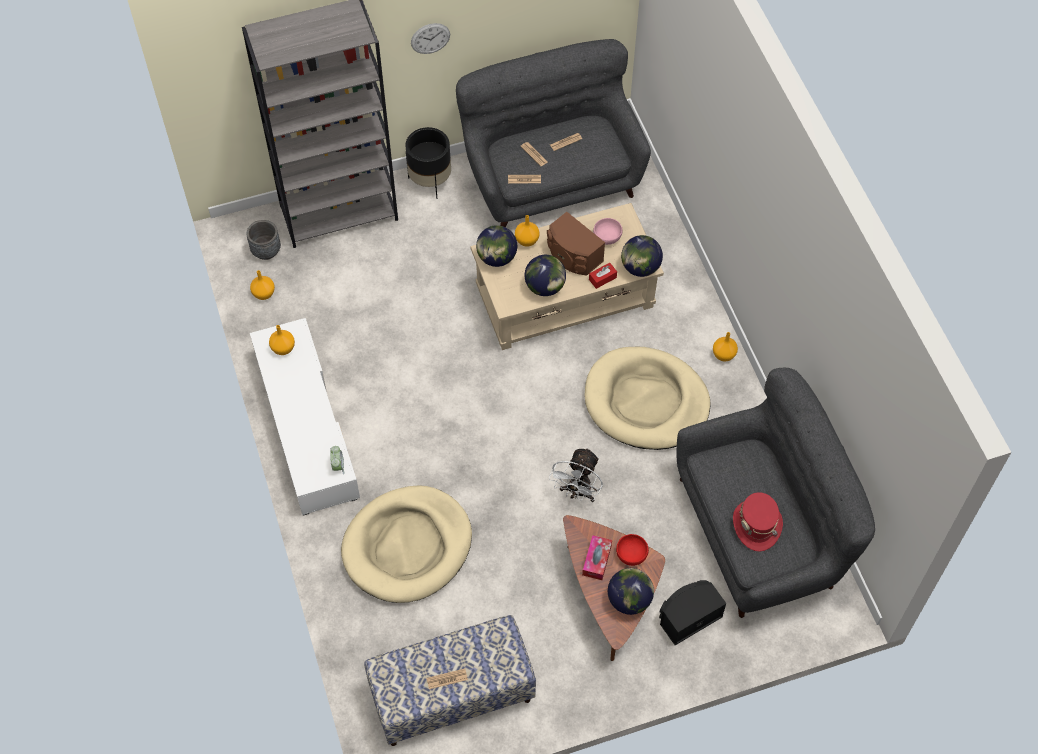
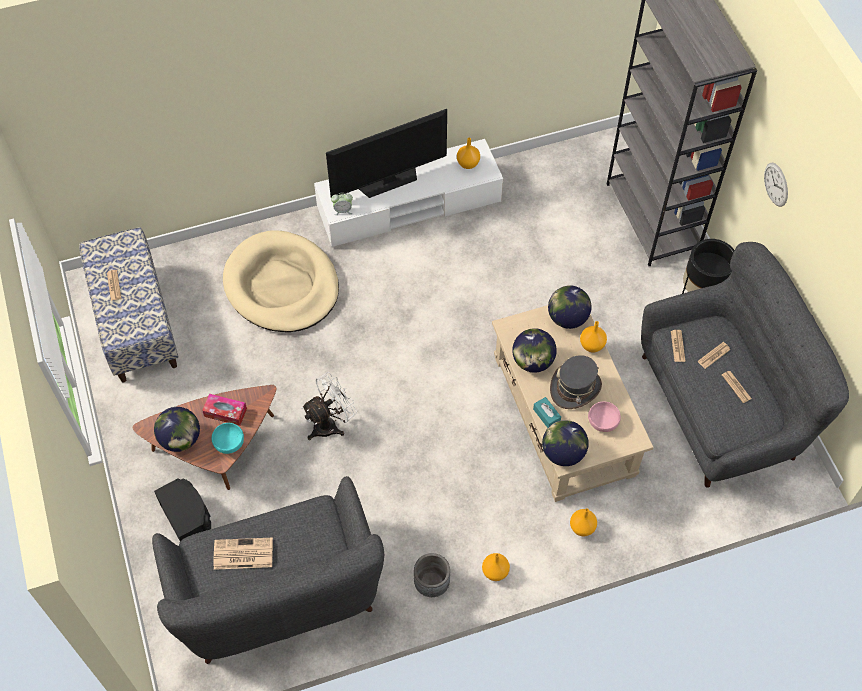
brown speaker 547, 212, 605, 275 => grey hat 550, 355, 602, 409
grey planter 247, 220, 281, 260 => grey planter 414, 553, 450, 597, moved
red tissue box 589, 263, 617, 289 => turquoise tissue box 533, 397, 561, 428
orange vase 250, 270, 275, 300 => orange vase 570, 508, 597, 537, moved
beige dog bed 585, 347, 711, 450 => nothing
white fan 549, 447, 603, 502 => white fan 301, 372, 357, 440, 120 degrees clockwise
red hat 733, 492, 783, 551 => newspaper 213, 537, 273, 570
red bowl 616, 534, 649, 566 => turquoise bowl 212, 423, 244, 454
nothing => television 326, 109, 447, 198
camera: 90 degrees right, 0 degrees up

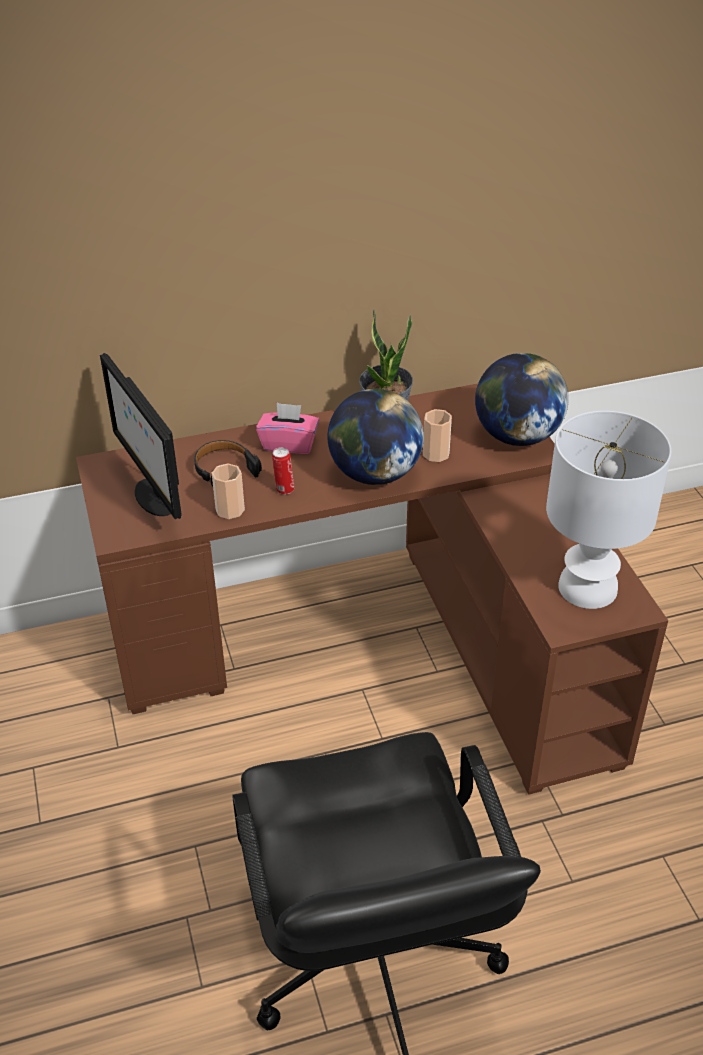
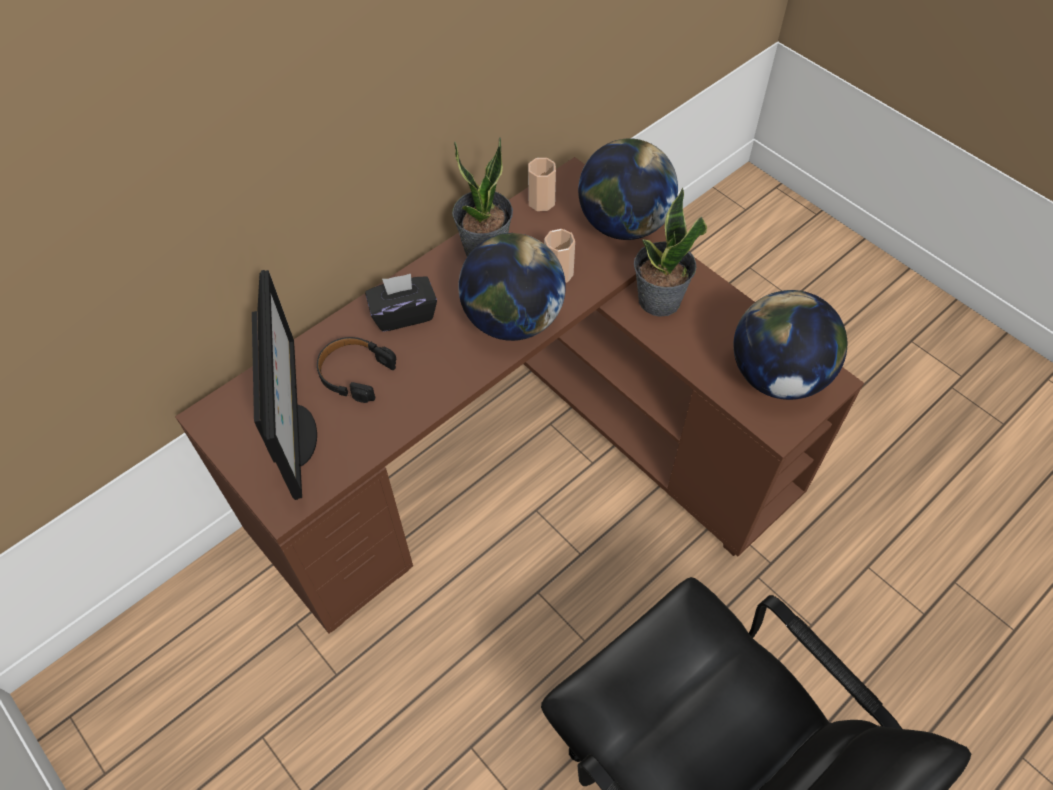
monitor 100, 353, 182, 519 => monitor 252, 270, 317, 500, 135 degrees counterclockwise
pink tissue box 256, 403, 319, 454 => black tissue box 365, 274, 437, 332
white table lamp 546, 411, 671, 609 => globe 733, 290, 847, 400
can 272, 447, 294, 495 => nothing
cup 212, 463, 245, 519 => cup 528, 158, 556, 211, moved
nothing => potted plant 634, 188, 707, 317
camera: 25 degrees left, 15 degrees up

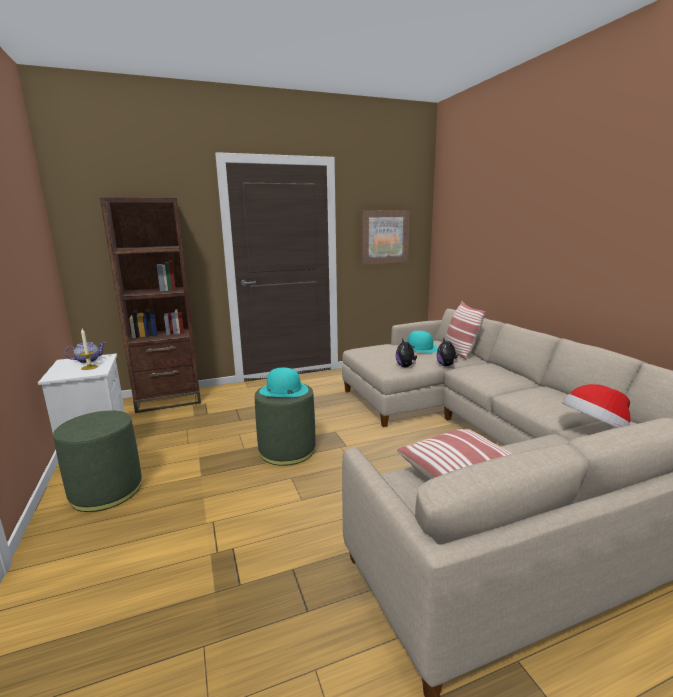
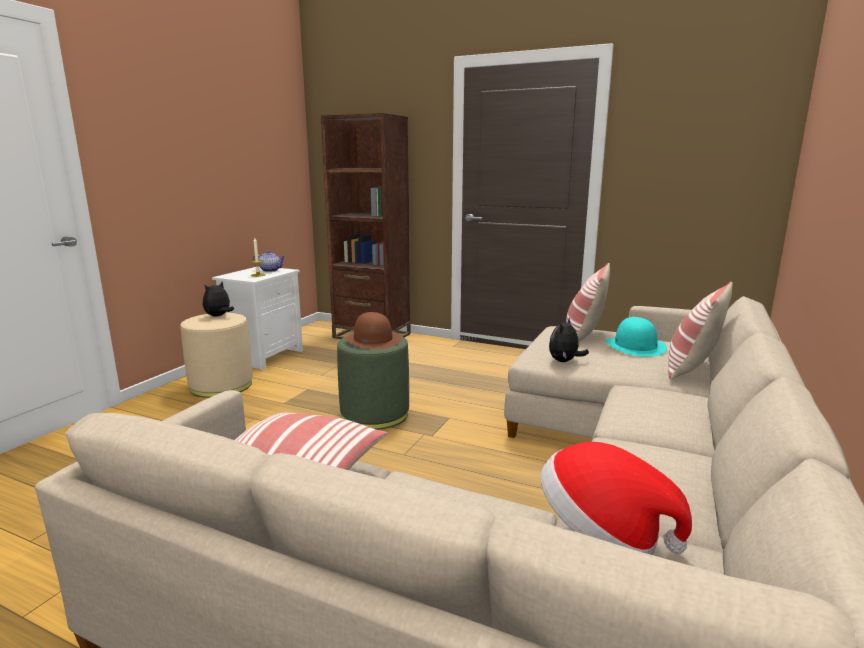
picture 361, 210, 410, 265 => nothing
plush toy 437, 338, 458, 366 => plush toy 203, 282, 234, 317, moved
turquoise hat 259, 368, 309, 397 => brown hat 345, 312, 401, 349
green ottoman 53, 411, 142, 512 => beige ottoman 180, 313, 253, 398
nothing => pillow 566, 263, 610, 342
camera: 45 degrees right, 0 degrees up

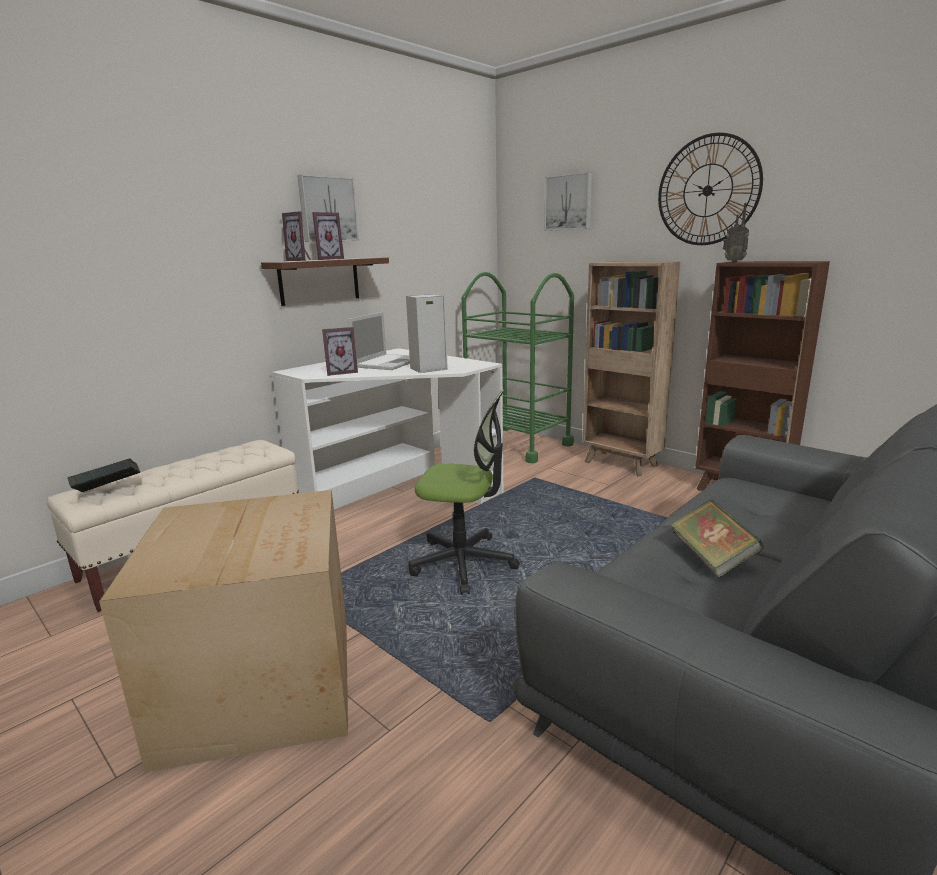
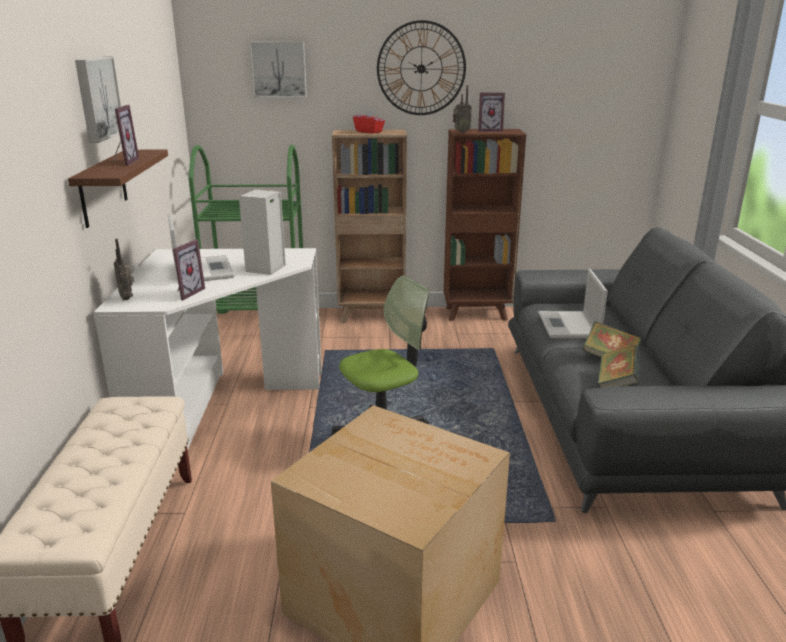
picture frame 282, 211, 311, 261 => picture frame 478, 92, 505, 132, moved
book 67, 459, 140, 492 => book 598, 345, 640, 388, moved
nothing => red tissue box 353, 109, 385, 133
nothing => radio 114, 239, 134, 301
nothing => laptop 538, 269, 608, 338
camera: 45 degrees left, 5 degrees up

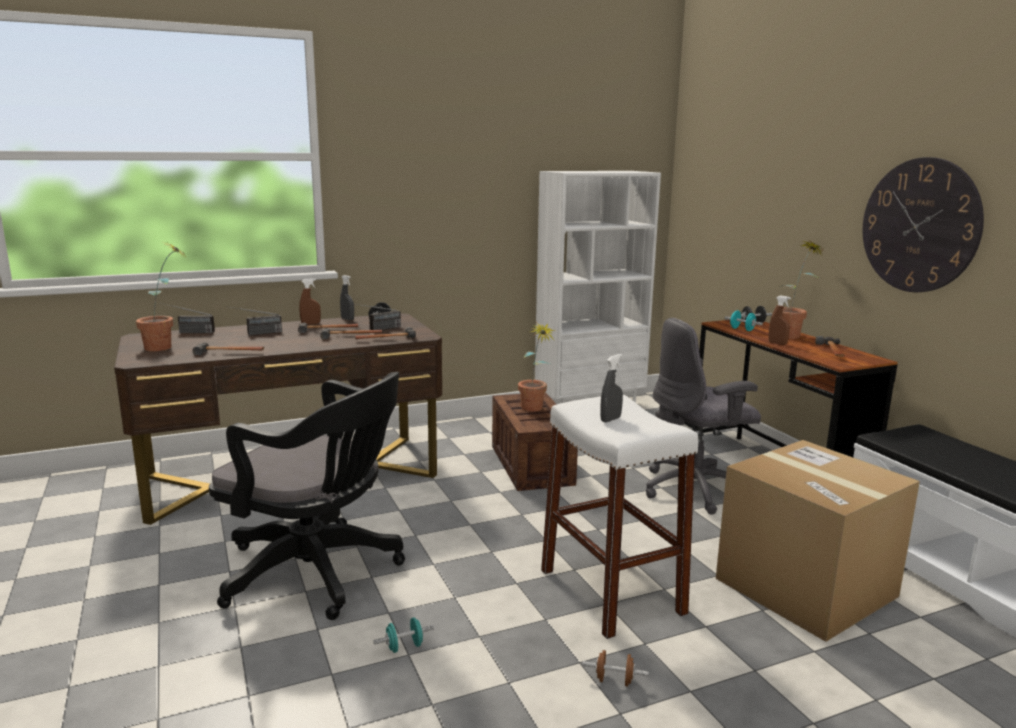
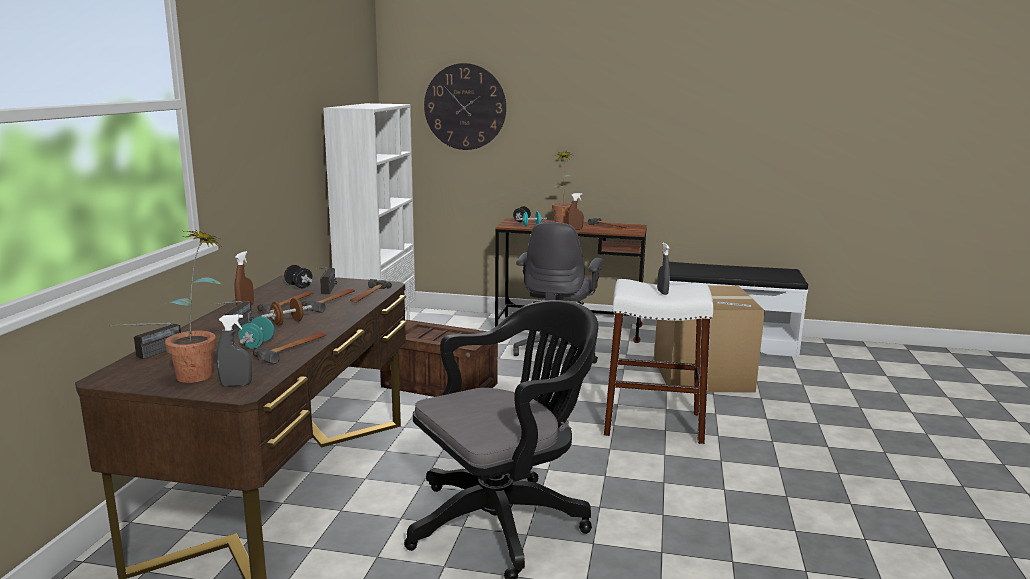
wall clock 863, 157, 984, 292 => wall clock 424, 63, 506, 150, moved
grey spray bottle 340, 275, 354, 320 => grey spray bottle 216, 314, 252, 386, moved
potted plant 518, 322, 556, 411 => nothing
turquoise dumbbell 373, 617, 434, 653 => turquoise dumbbell 238, 316, 275, 349, moved
brown dumbbell 582, 650, 649, 687 => brown dumbbell 261, 298, 312, 326, moved
camera: 55 degrees left, 0 degrees up

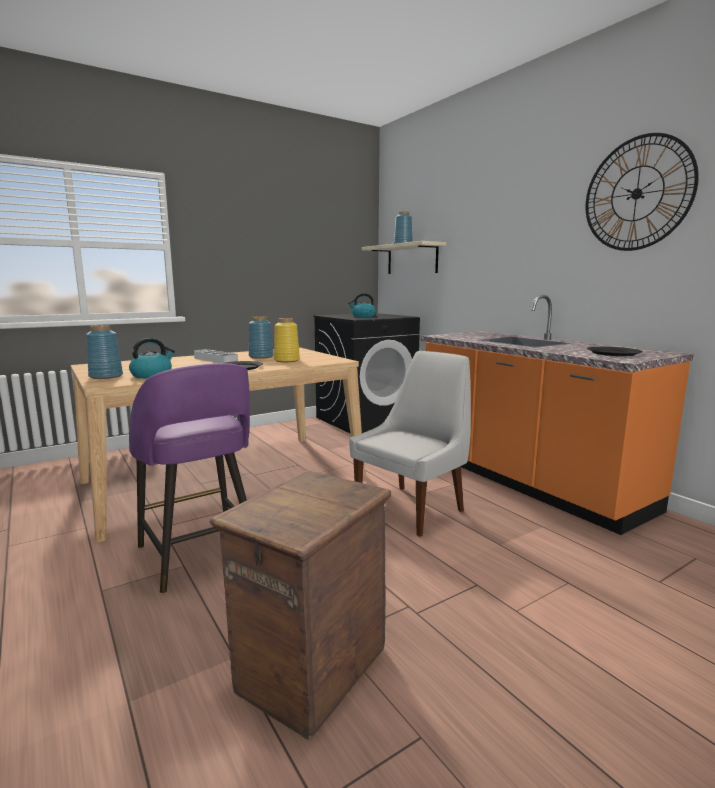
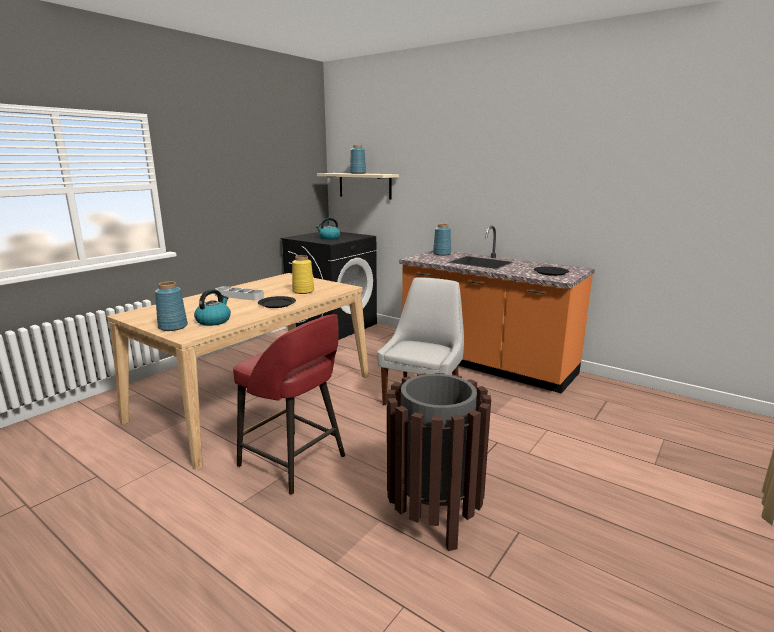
wall clock 585, 133, 699, 251 => nothing
blue vase 249, 316, 273, 359 => blue vase 433, 224, 451, 256, moved
purple stool 129, 363, 250, 594 => red stool 233, 314, 345, 495
crate 210, 471, 391, 740 => brown trash can 387, 373, 491, 551
camera: 20 degrees left, 5 degrees up

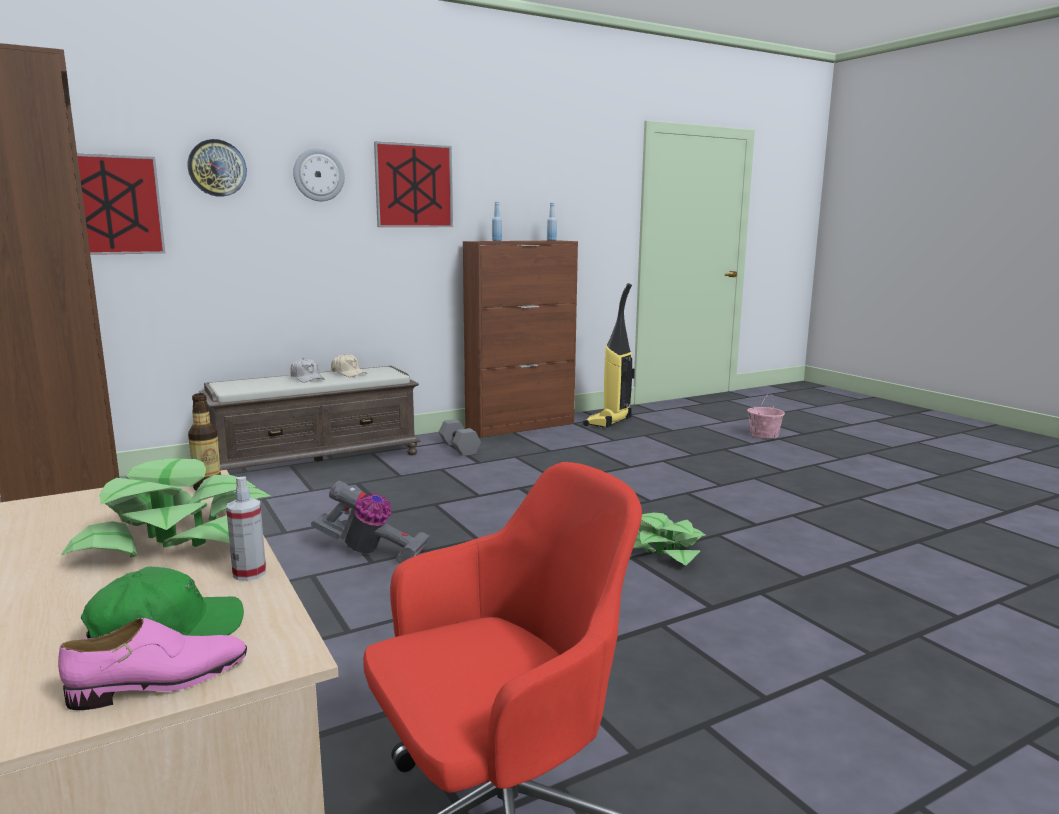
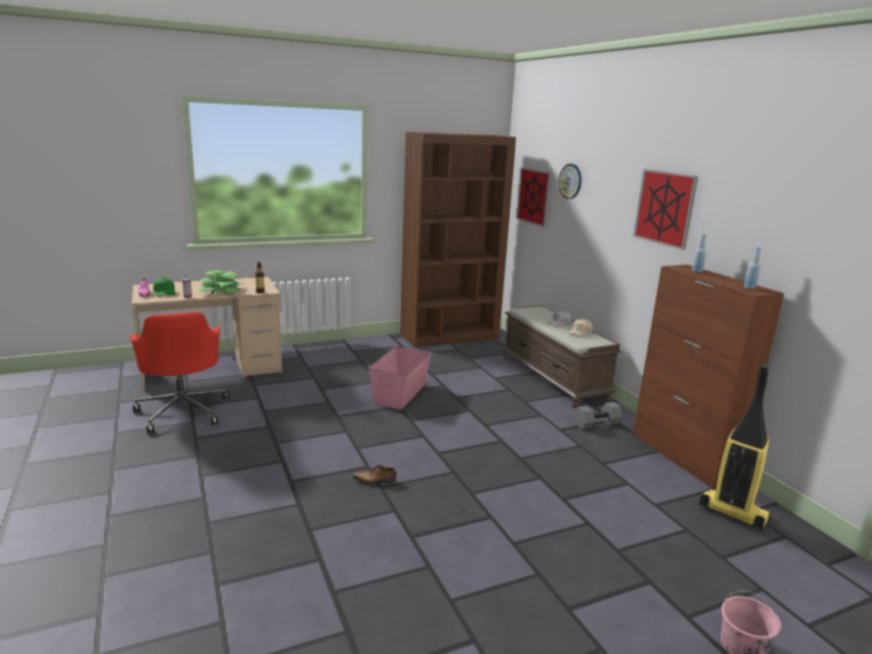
wall clock 293, 148, 345, 201 => nothing
vacuum cleaner 311, 480, 430, 564 => pink storage box 369, 346, 431, 410
potted plant 633, 513, 705, 565 => shoe 353, 465, 396, 484
camera: 95 degrees right, 5 degrees up

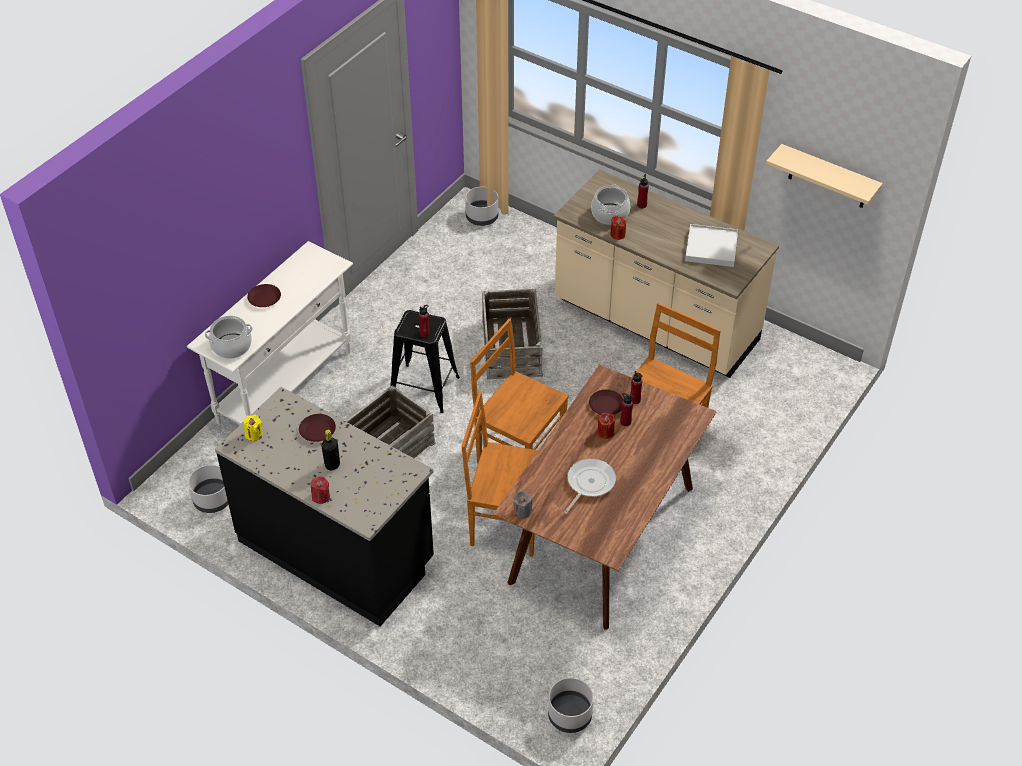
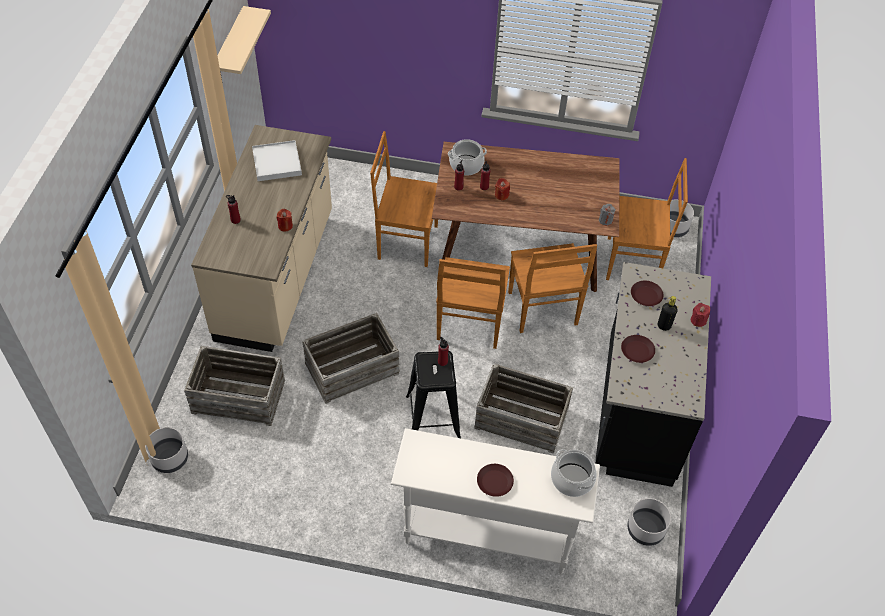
cooking pot 591, 185, 630, 225 => cooking pot 448, 139, 487, 175, moved
brown plate 589, 389, 624, 415 => brown plate 631, 281, 664, 306, moved
yellow candle 243, 415, 263, 441 => nothing
frying pan 564, 458, 616, 514 => nothing
nothing => brown chair 606, 158, 688, 280
nothing => crate 184, 346, 285, 426
camera: 115 degrees left, 5 degrees up

